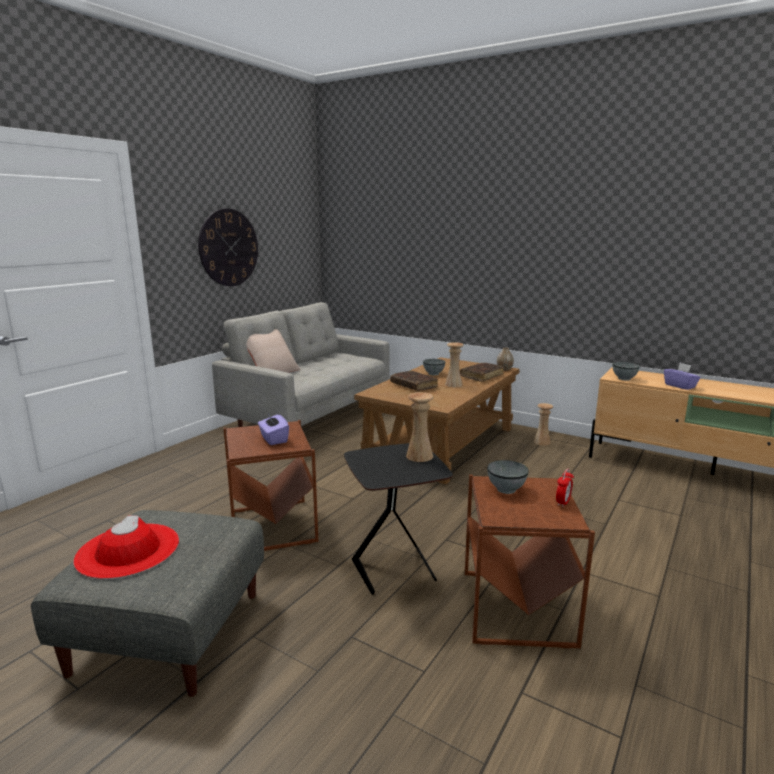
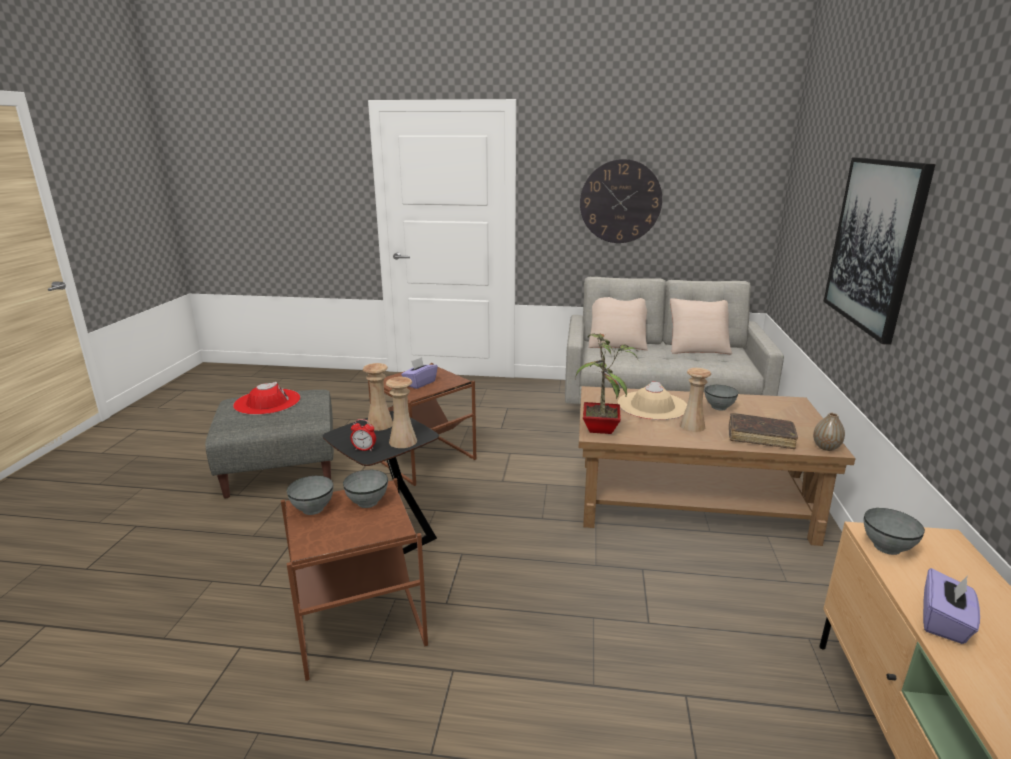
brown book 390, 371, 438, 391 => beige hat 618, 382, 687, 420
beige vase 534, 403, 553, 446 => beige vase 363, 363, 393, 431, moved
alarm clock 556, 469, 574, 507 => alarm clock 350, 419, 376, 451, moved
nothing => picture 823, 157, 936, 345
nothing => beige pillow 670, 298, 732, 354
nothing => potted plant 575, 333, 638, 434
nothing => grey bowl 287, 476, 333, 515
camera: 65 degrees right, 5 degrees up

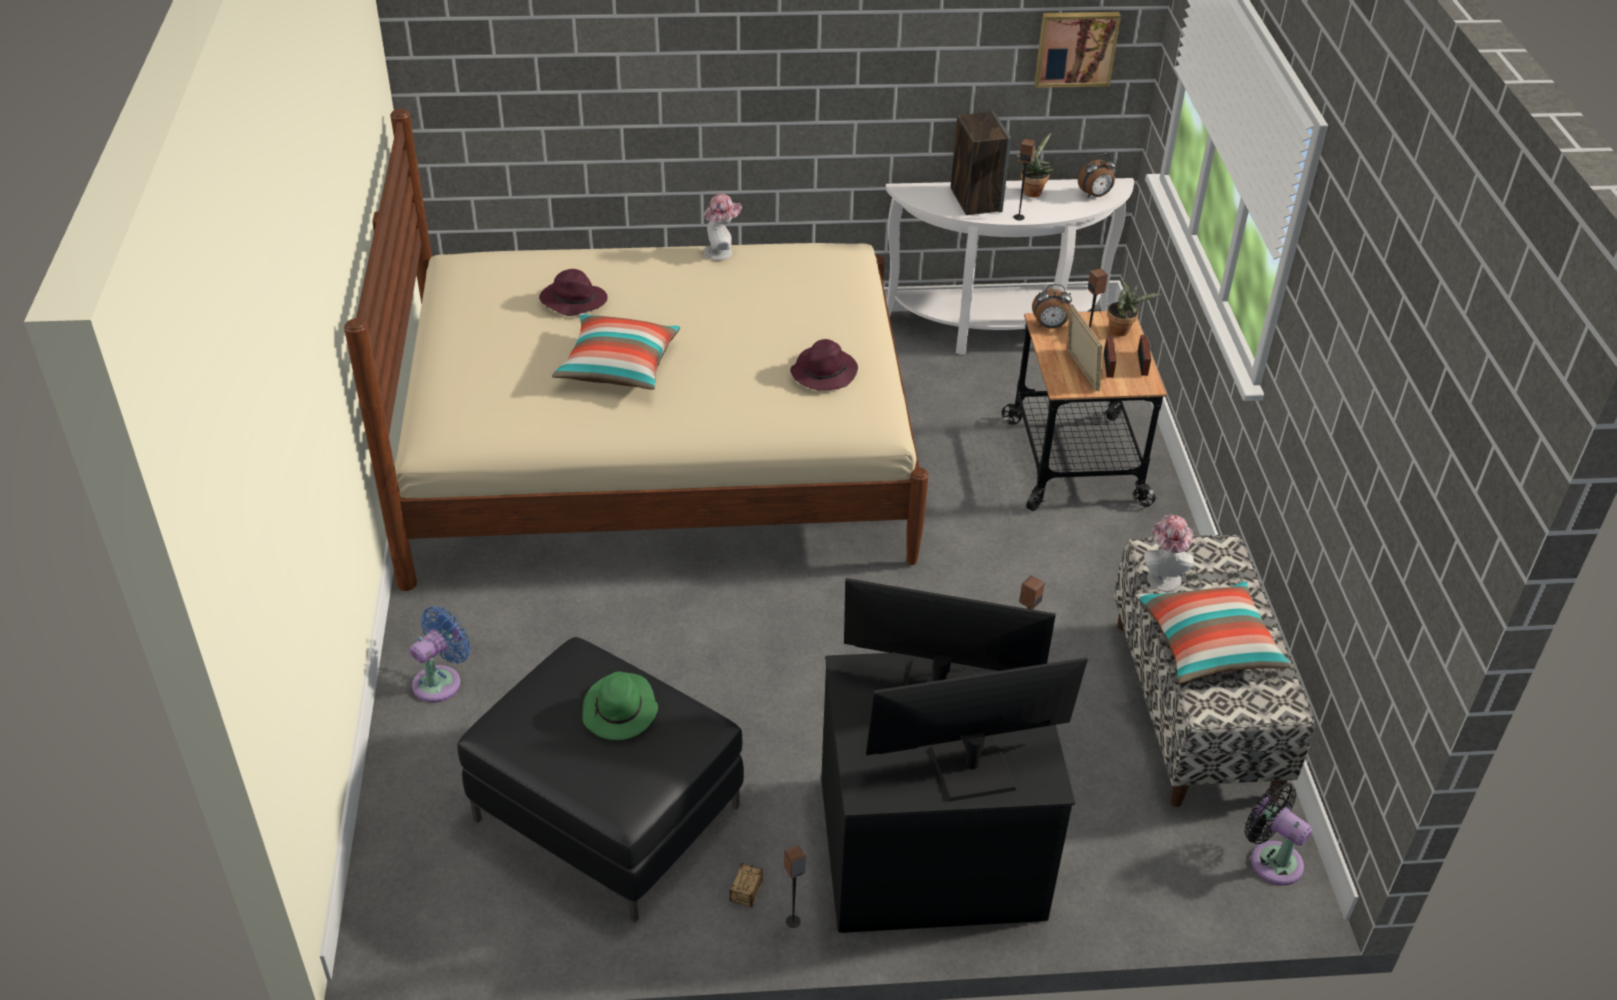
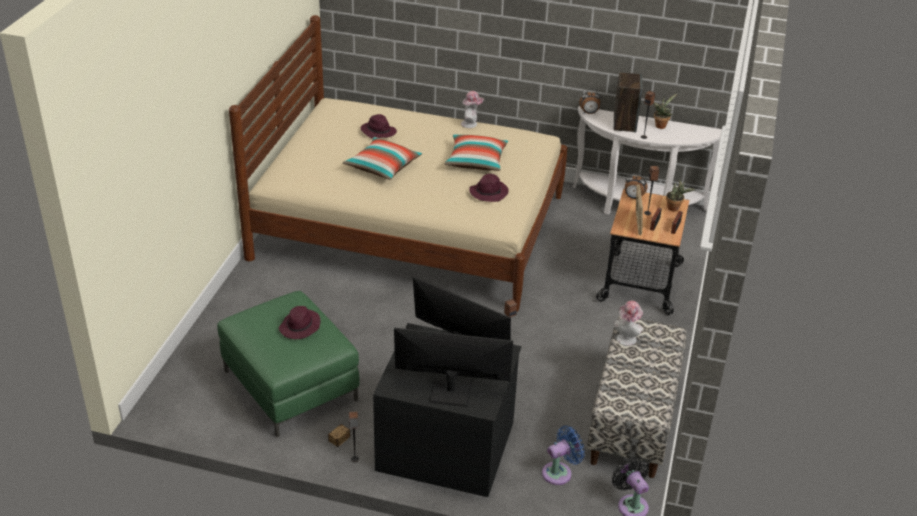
picture 1034, 12, 1121, 88 => nothing
alarm clock 1078, 154, 1116, 198 => alarm clock 579, 89, 601, 114, moved
pillow 1135, 581, 1291, 683 => pillow 444, 134, 508, 171, moved
blue fan 409, 606, 471, 703 => blue fan 542, 426, 585, 485, moved
black ottoman 457, 637, 744, 923 => green ottoman 217, 291, 359, 437
green hat 583, 672, 658, 740 => purple hat 279, 306, 321, 339
camera: 20 degrees right, 5 degrees down

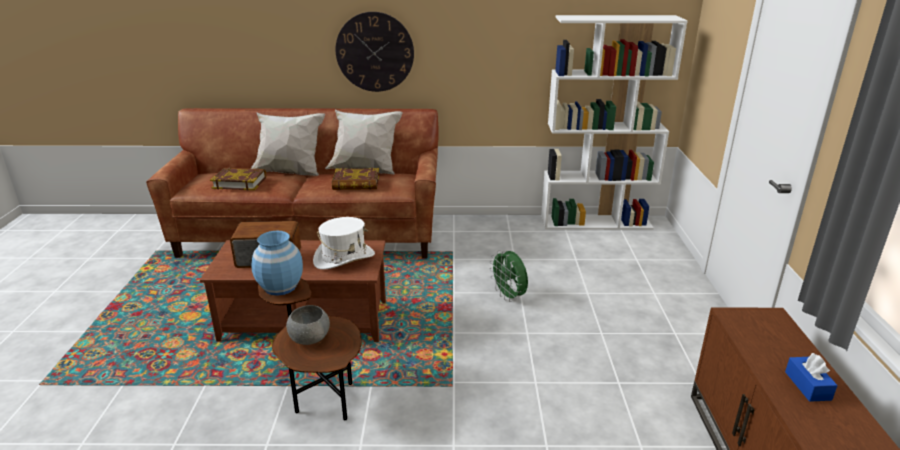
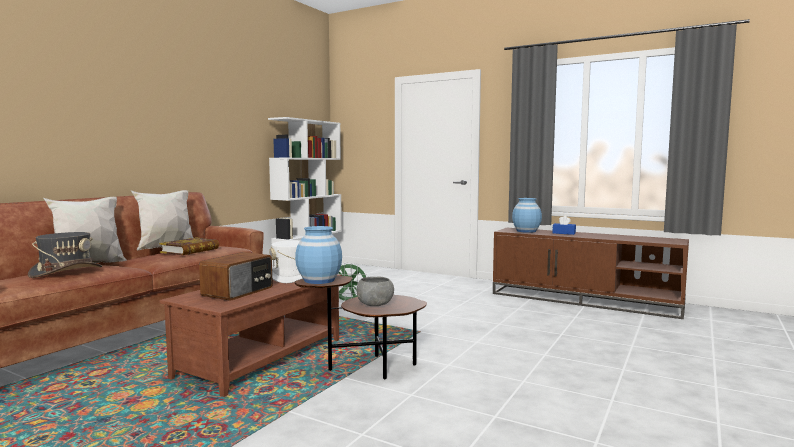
wall clock 336, 12, 414, 92 => nothing
book 210, 167, 266, 191 => grey hat 28, 232, 102, 278
nothing => blue vase 512, 198, 542, 233
camera: 60 degrees left, 20 degrees down

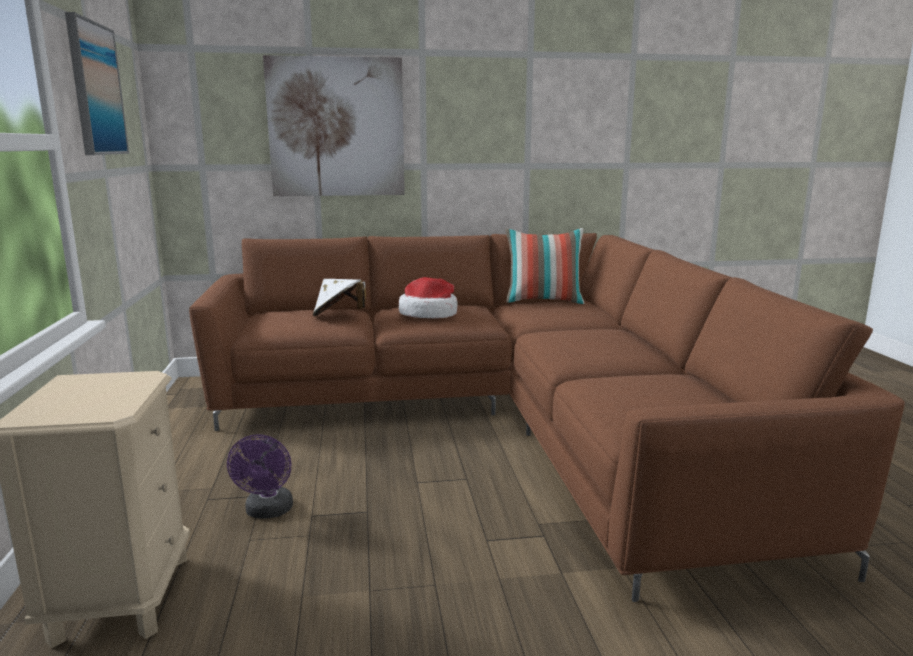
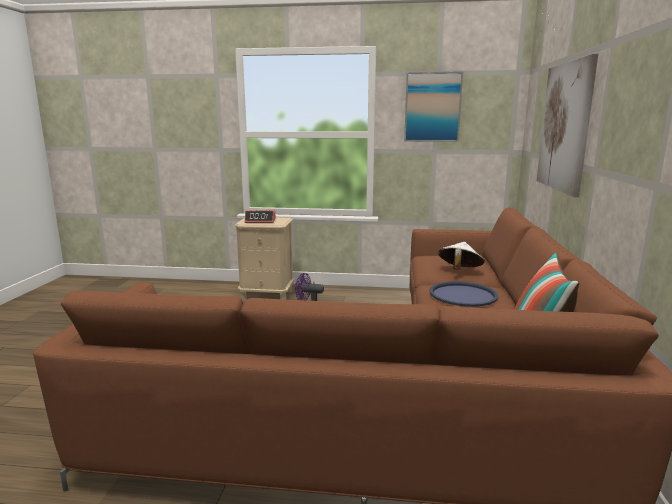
hat 399, 277, 458, 318 => blue tray 430, 281, 499, 307
nothing => alarm clock 245, 210, 276, 223
camera: 105 degrees right, 0 degrees up

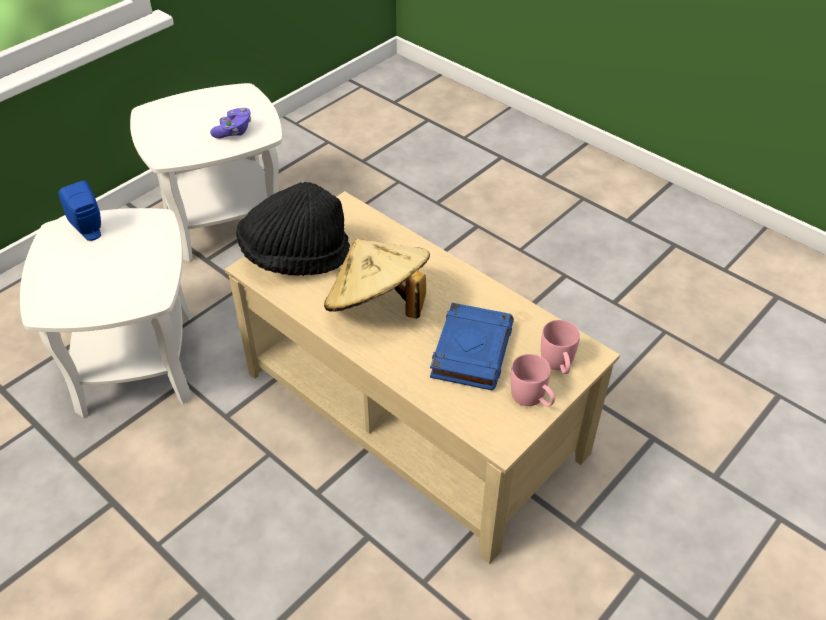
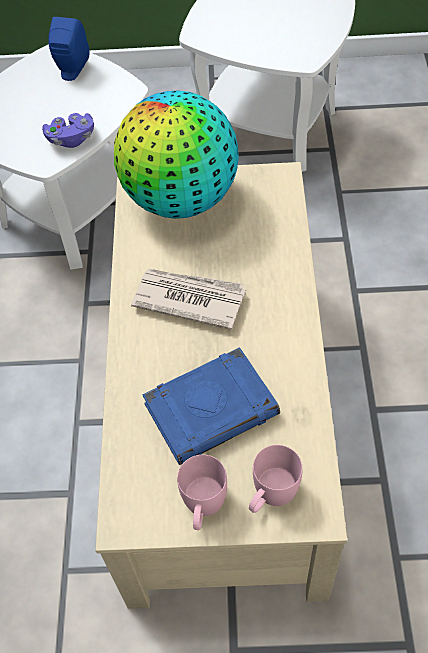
purple game controller 210, 108, 251, 139 => purple game controller 42, 113, 94, 148, moved
black hat 236, 182, 350, 276 => globe 114, 90, 239, 219
beige hat 324, 239, 430, 319 => newspaper 131, 269, 246, 330
camera: 50 degrees right, 10 degrees up

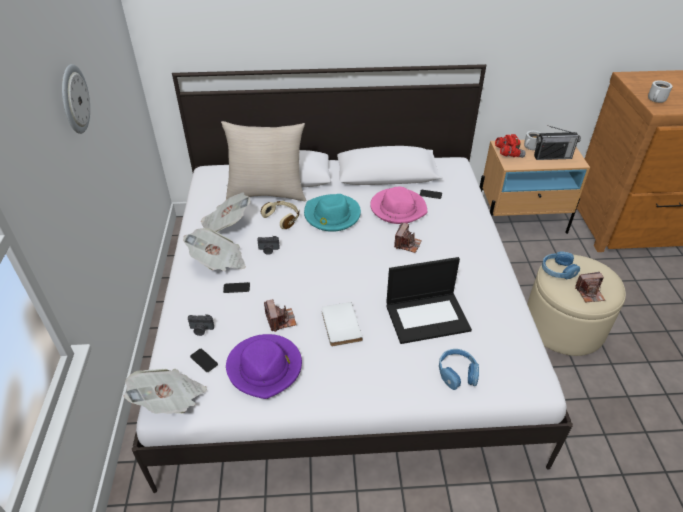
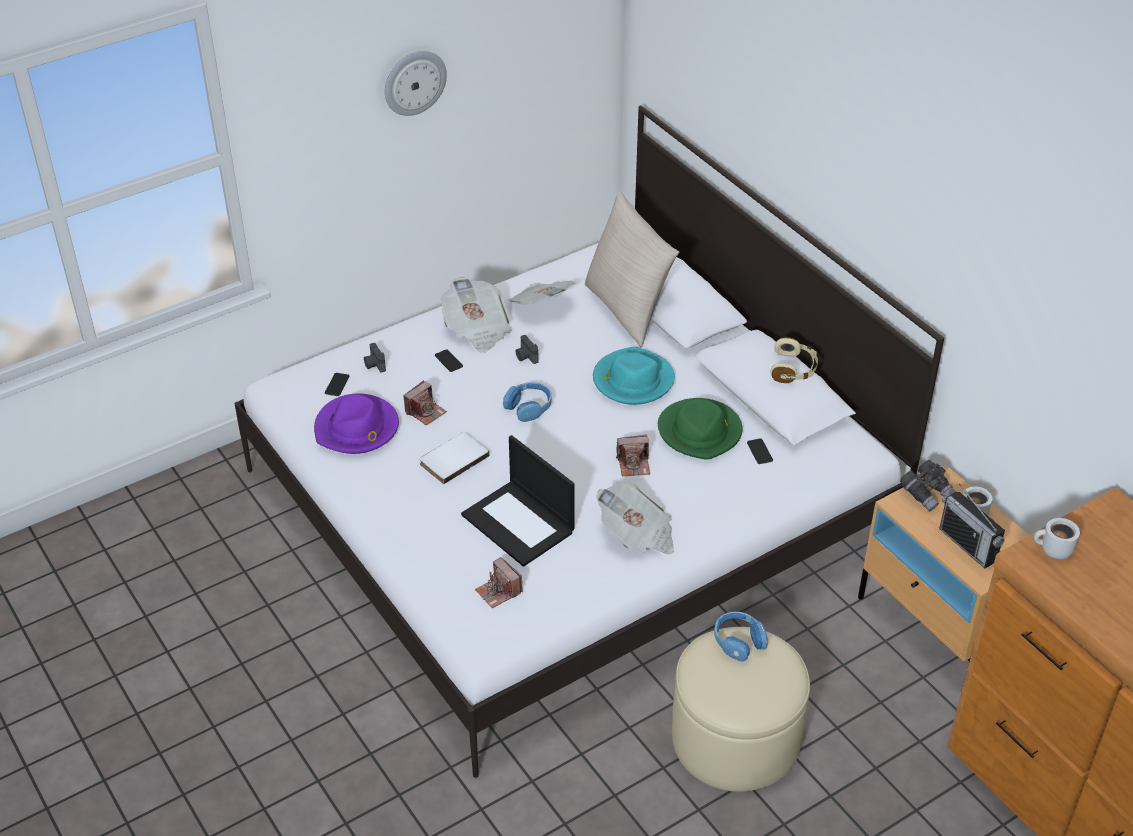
red binoculars 495, 134, 526, 158 => grey binoculars 900, 460, 957, 512
pink hat 370, 187, 427, 224 => green hat 658, 398, 743, 460
beige headphones 261, 201, 300, 229 => beige headphones 770, 337, 818, 383, moved
photo camera 575, 272, 605, 302 => photo camera 475, 557, 523, 608, moved
blue headphones 439, 349, 479, 390 => blue headphones 503, 382, 552, 422, moved
newspaper 123, 369, 207, 414 => newspaper 596, 482, 674, 554, moved
camera: 60 degrees right, 0 degrees up

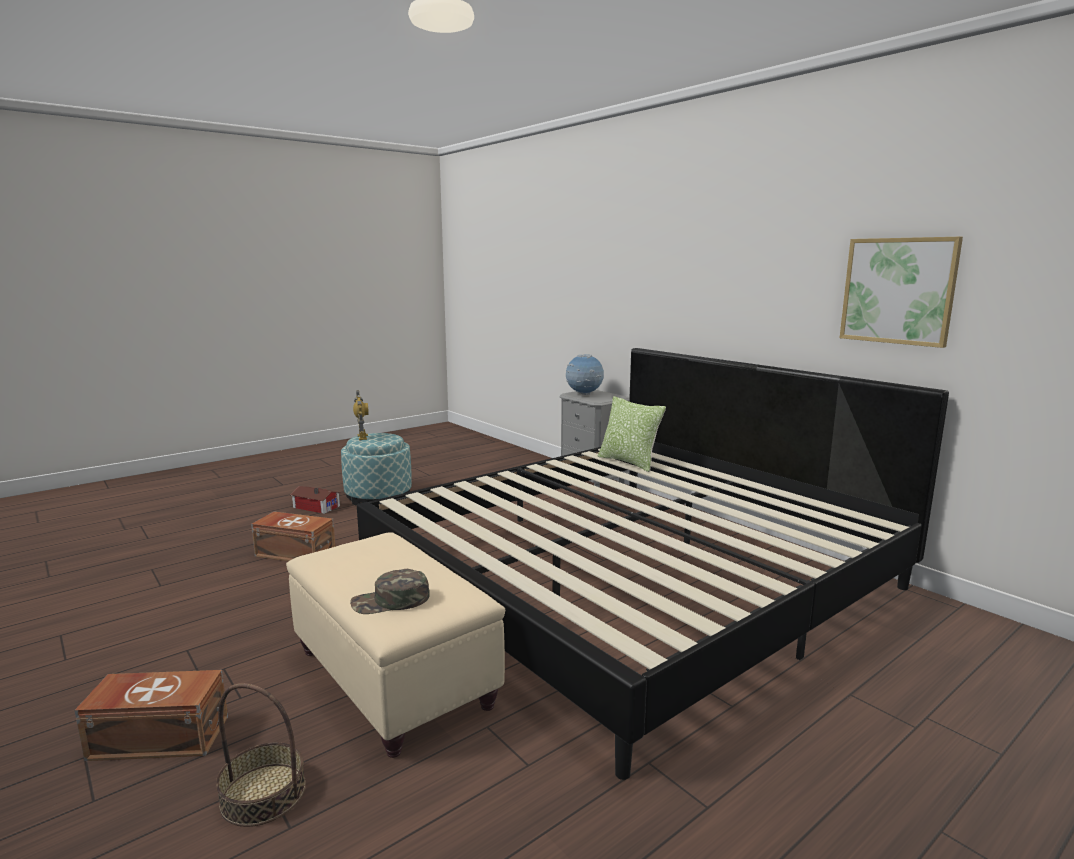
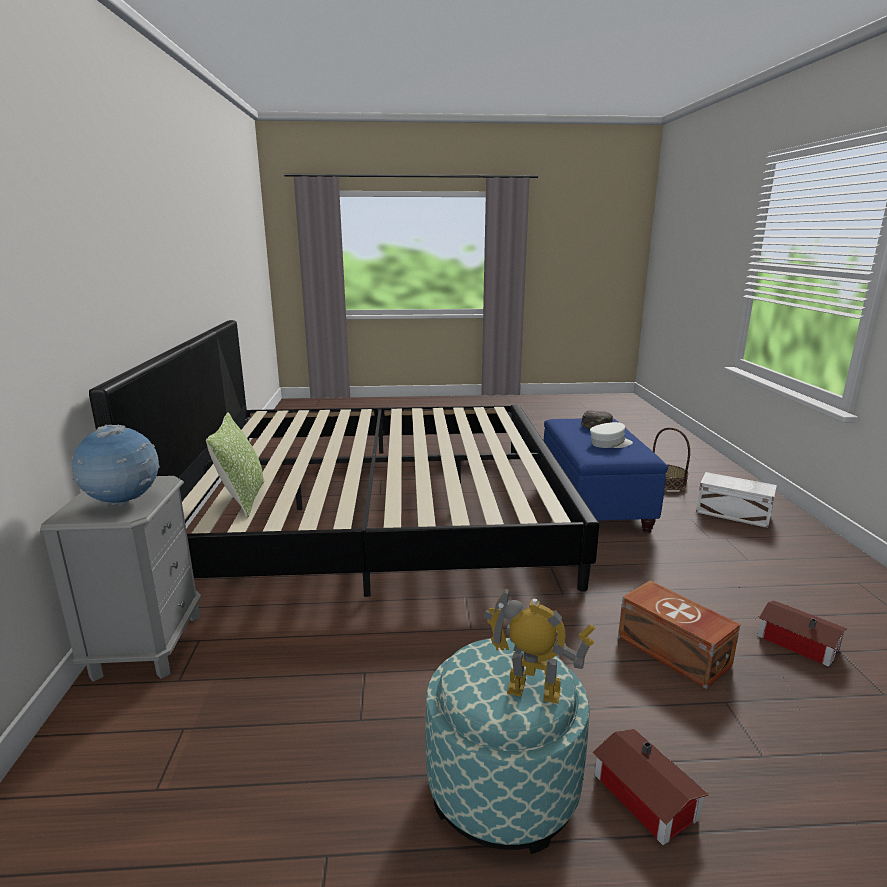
picture 840, 237, 963, 348 => nothing
toy robot 353, 390, 369, 440 => toy robot 483, 588, 595, 704, 90 degrees clockwise
beige ottoman 286, 532, 505, 758 => blue ottoman 544, 418, 668, 533
brown storage box 74, 670, 228, 761 => white storage box 696, 472, 777, 528
nothing => white cap 590, 422, 633, 448
nothing => toy house 757, 600, 847, 667
camera: 145 degrees left, 5 degrees up

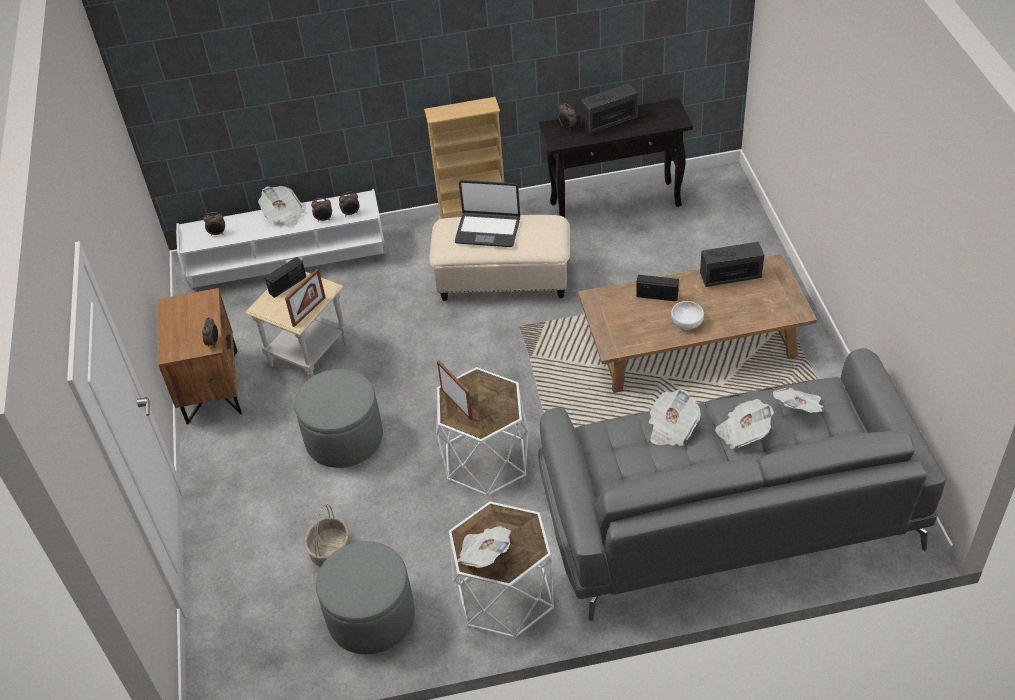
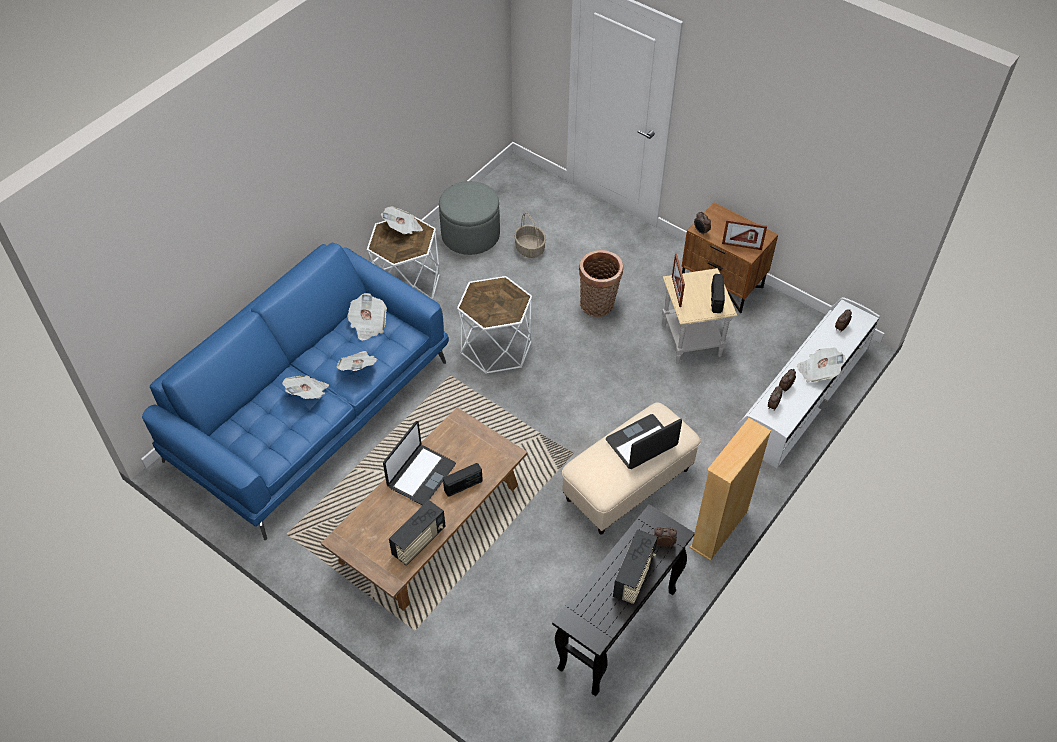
white bowl 671, 301, 704, 330 => laptop 383, 421, 456, 506
grey sofa 538, 348, 947, 621 => blue sofa 142, 242, 449, 540
picture frame 437, 360, 473, 420 => picture frame 722, 219, 767, 250, moved
grey ottoman 294, 369, 383, 468 => basket 579, 250, 623, 317
newspaper 773, 388, 823, 413 => newspaper 347, 293, 387, 341, moved
camera: 135 degrees right, 5 degrees up

